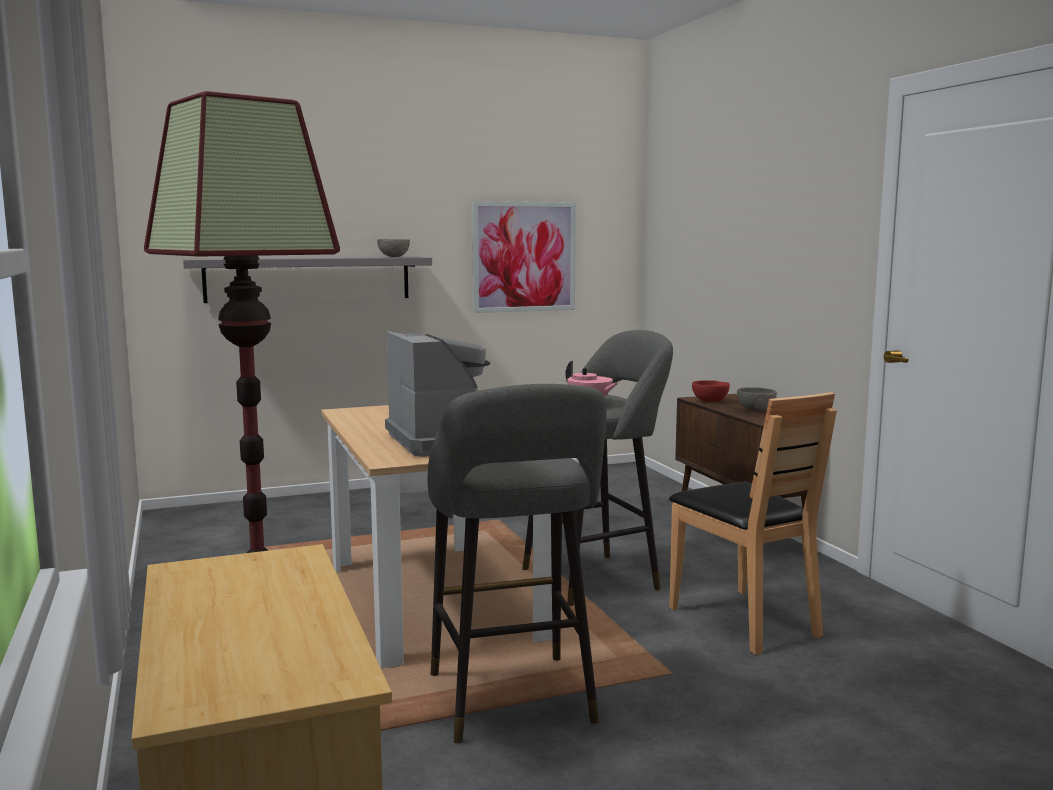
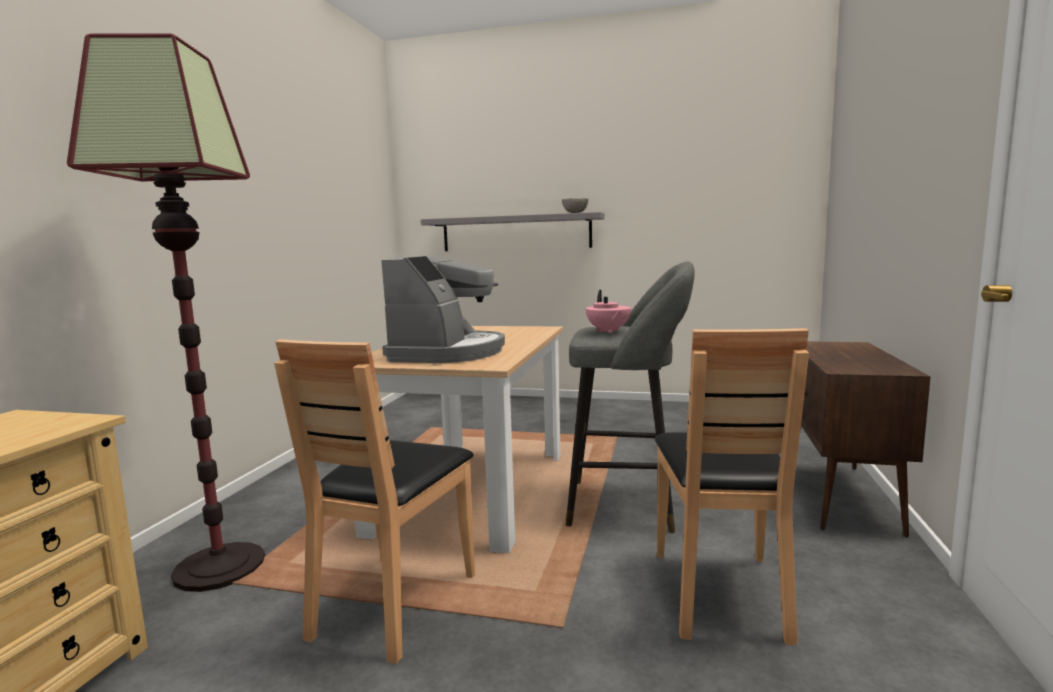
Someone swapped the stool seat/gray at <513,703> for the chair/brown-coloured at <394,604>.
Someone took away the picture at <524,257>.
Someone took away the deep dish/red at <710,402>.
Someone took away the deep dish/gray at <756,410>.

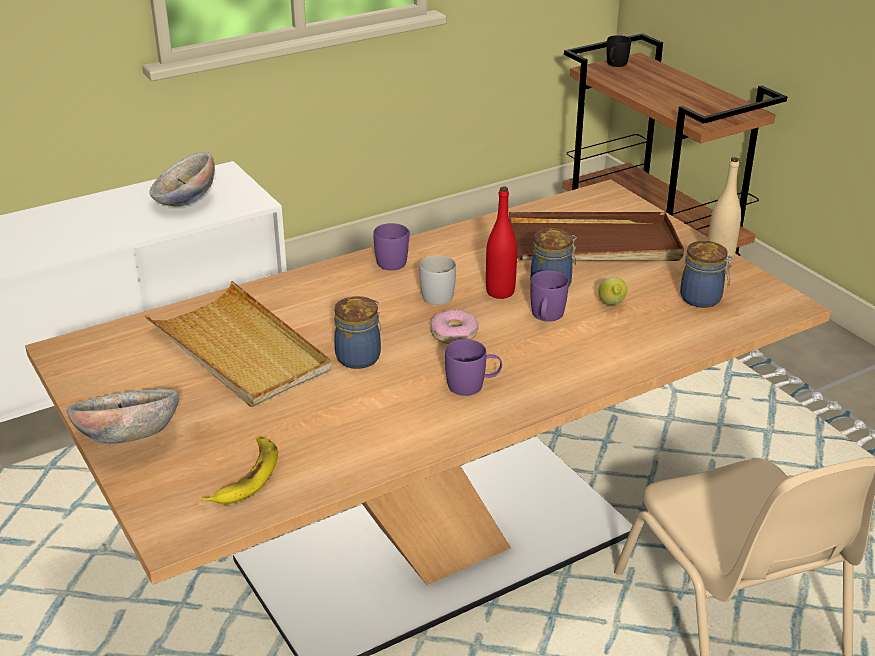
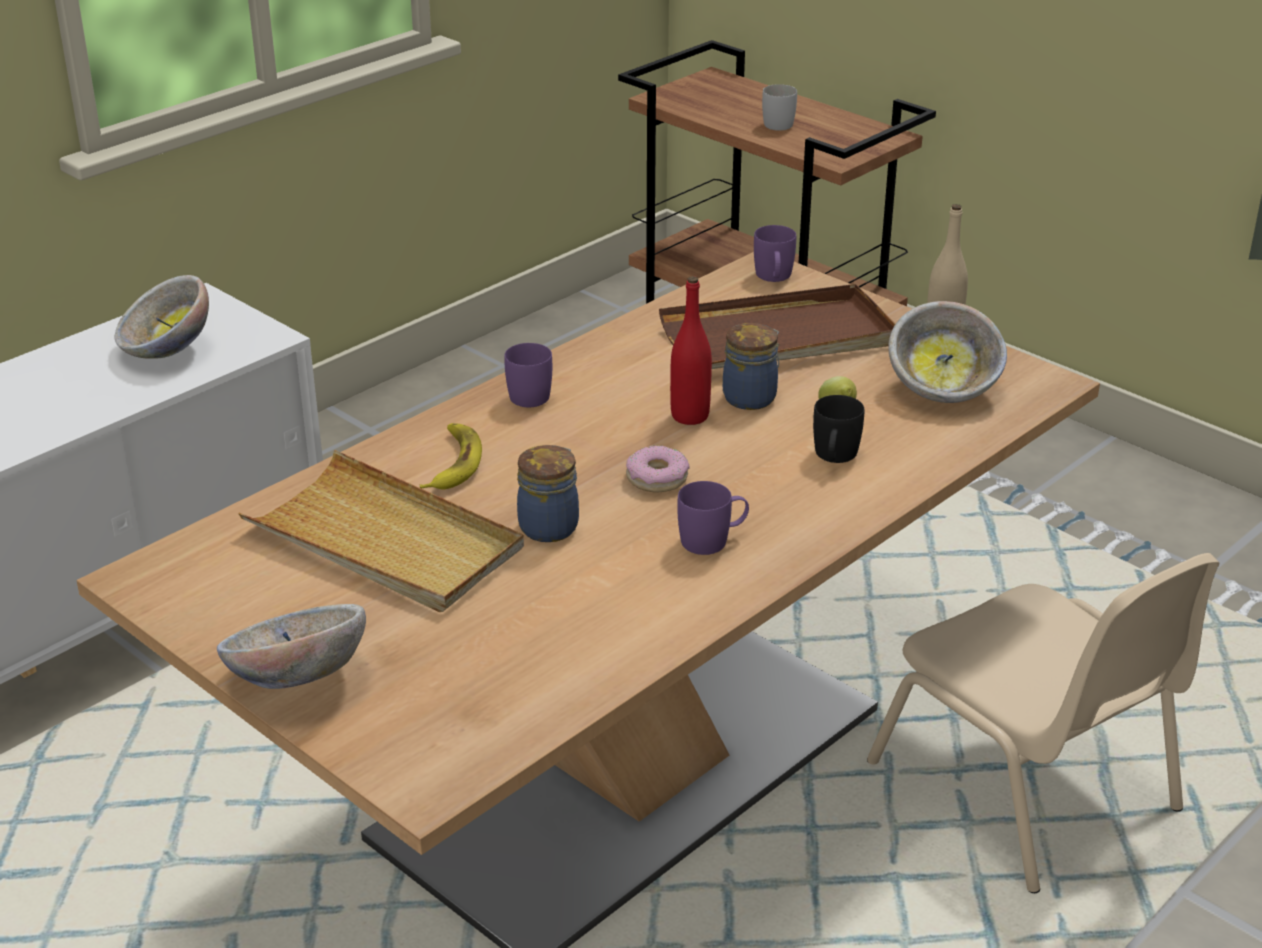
Someone carried the banana from <246,476> to <453,463>.
Someone carried the mug/purple from <546,317> to <774,278>.
Someone carried the mug/whitish from <439,294> to <777,122>.
Someone carried the mug/black-coloured from <615,65> to <834,457>.
Someone swapped the preserve jar at <702,299> for the deep dish at <944,390>.

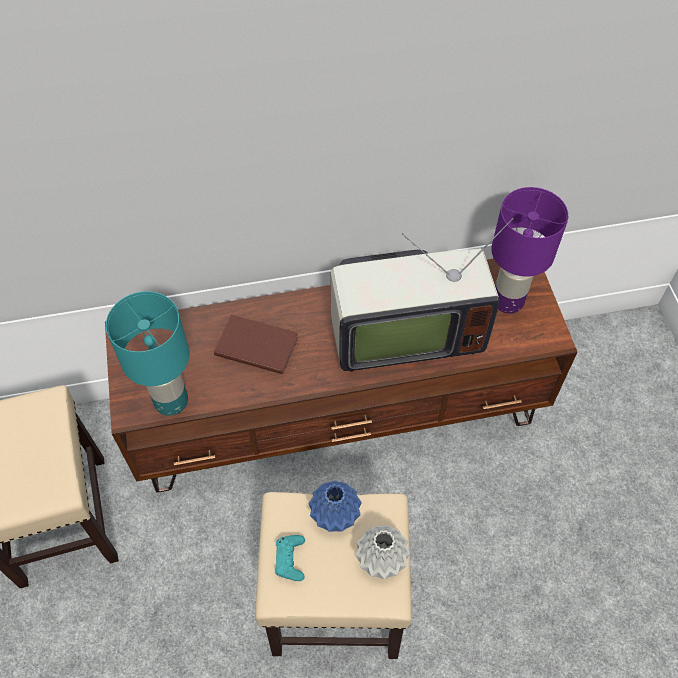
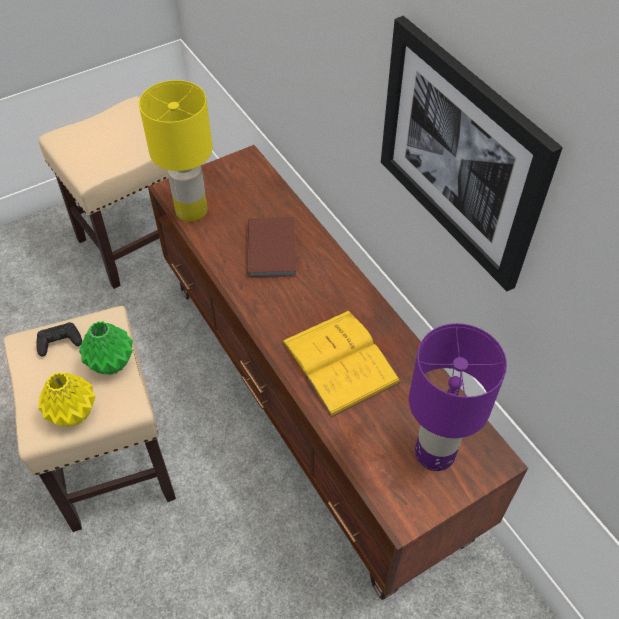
Someone repainted the joypad/turquoise at <290,559>, which became the joypad/black-coloured at <59,342>.
Someone repainted the vase/gray at <381,561>, which became the vase/yellowish at <72,413>.
Someone repainted the vase/blue at <334,515>, which became the vase/green at <112,363>.
Someone repainted the lamp for a table/turquoise at <172,401>, which became the lamp for a table/yellowish at <191,211>.
Someone swapped the TV set at <403,334> for the bound book/yellowish at <339,361>.
Someone put up the picture at <461,153>.

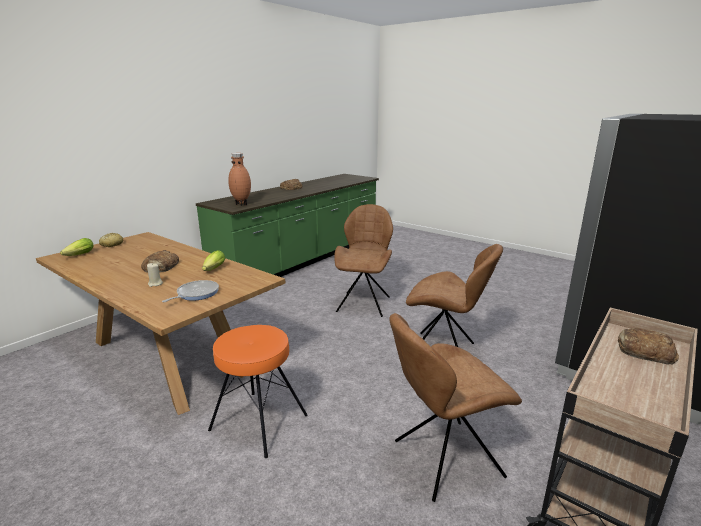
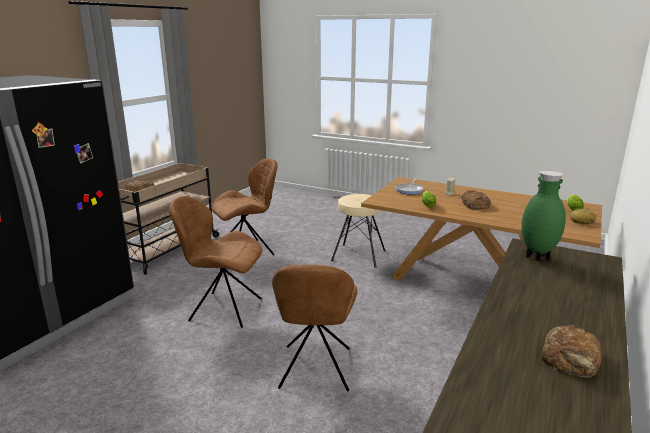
Someone repainted the stool seat/orange-coloured at <258,423>, which became the stool seat/beige at <358,255>.
Someone repainted the vase/brown-coloured at <242,204>, which became the vase/green at <537,258>.

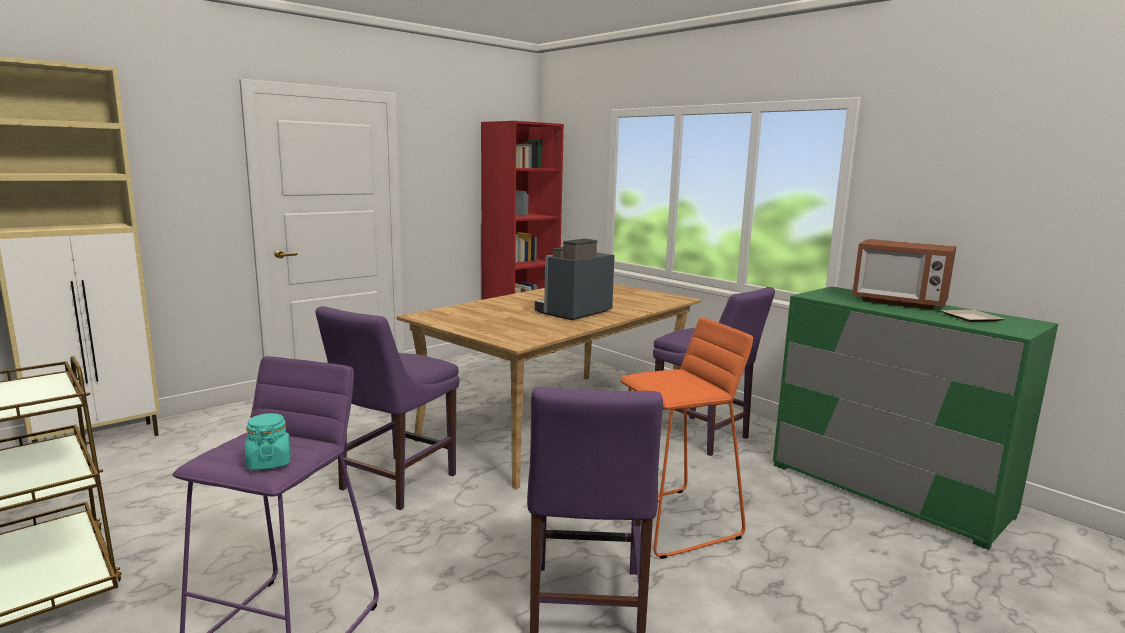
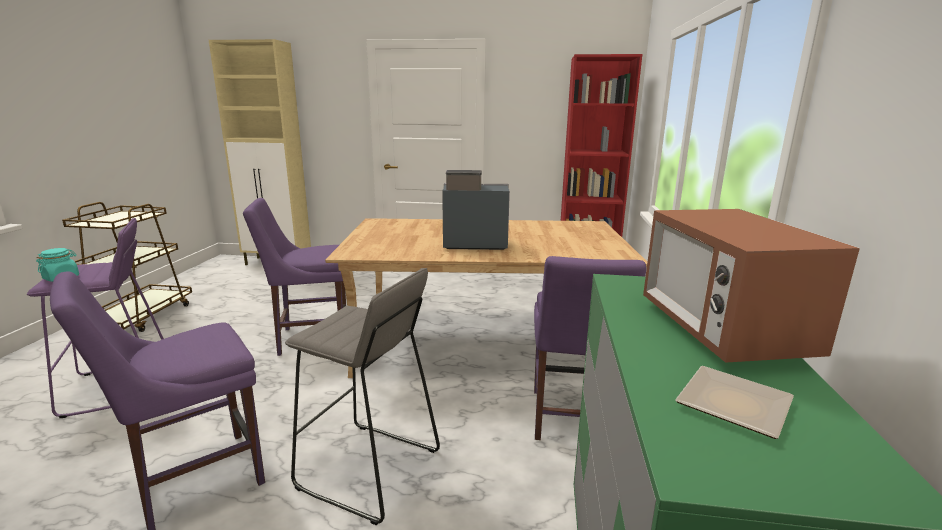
Someone repainted the stool seat/orange-coloured at <673,522>, which became the stool seat/gray at <368,470>.

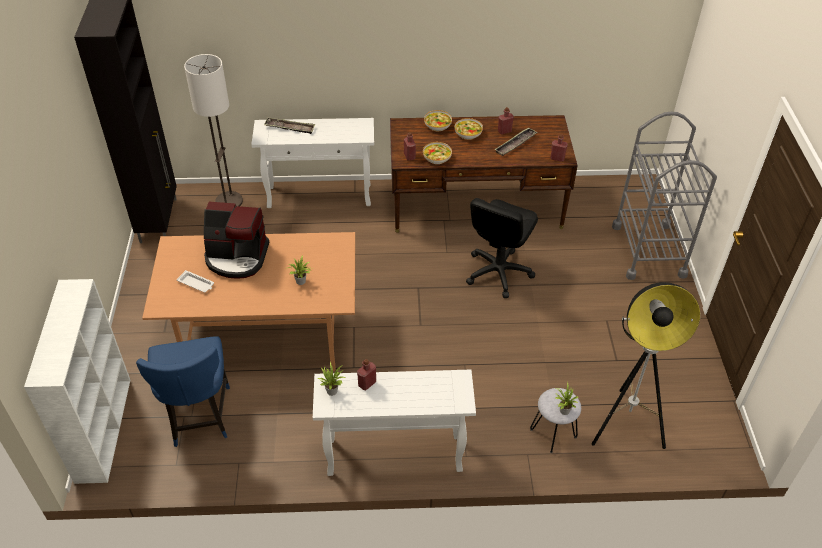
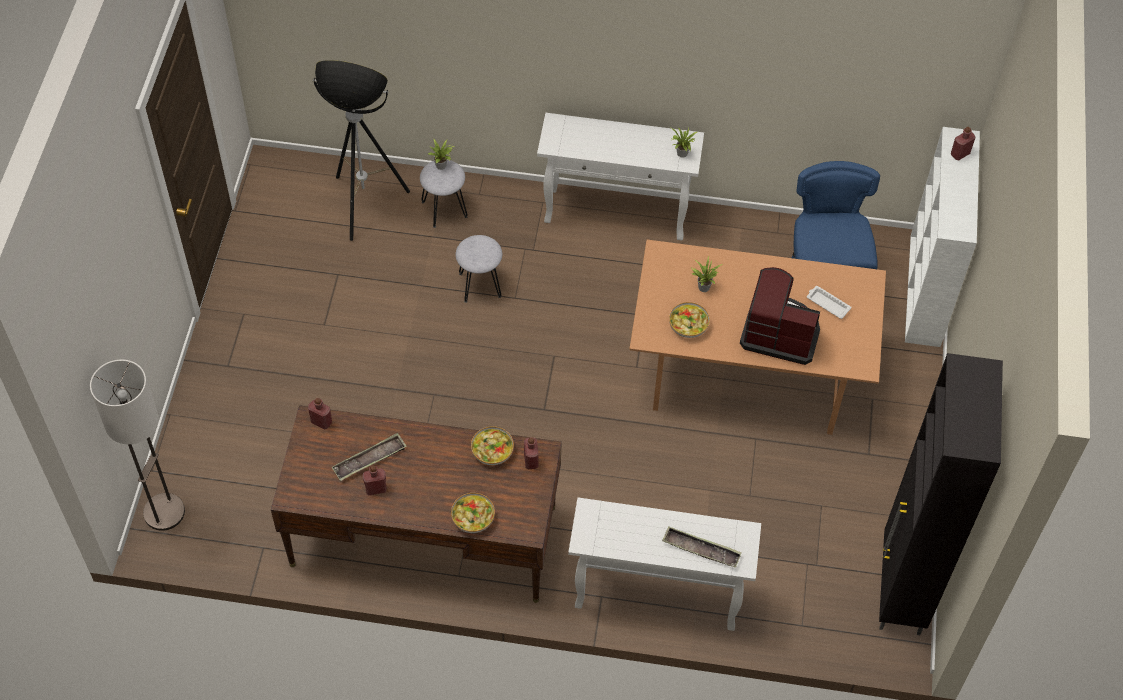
Someone carried the standing lamp from <229,201> to <164,512>.
Someone put down the stool seat/gray at <480,285>.
Someone carried the deep dish from <468,134> to <688,325>.
Someone carried the bottle/red from <367,383> to <960,154>.
Someone took away the office chair/black-coloured at <498,272>.
Someone took away the cart/gray at <648,250>.

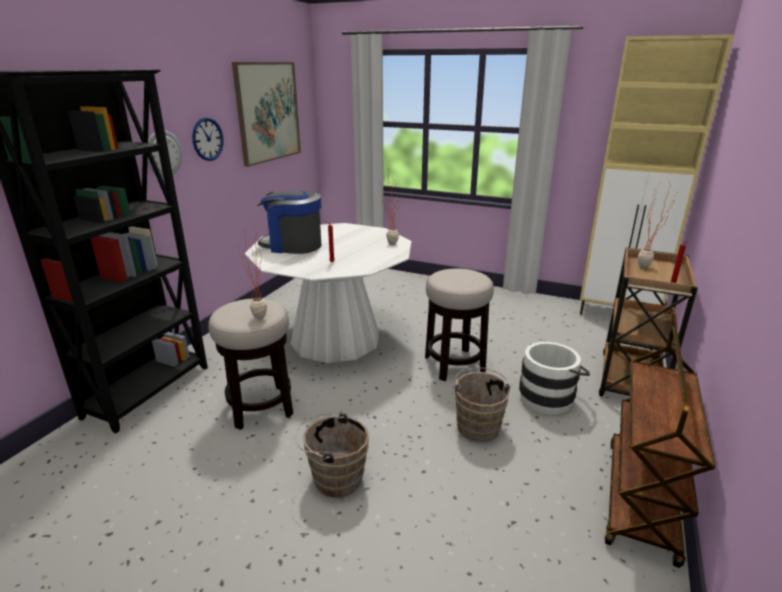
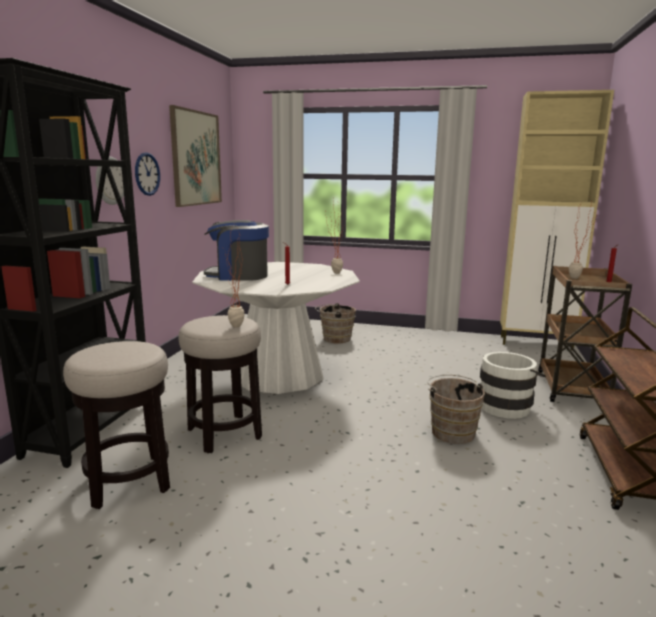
Someone carried the stool seat from <454,365> to <128,481>.
Someone carried the pail/brown-coloured from <334,478> to <334,339>.

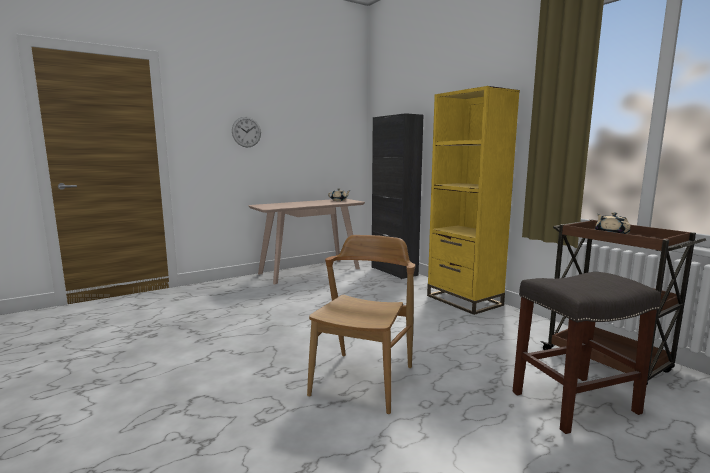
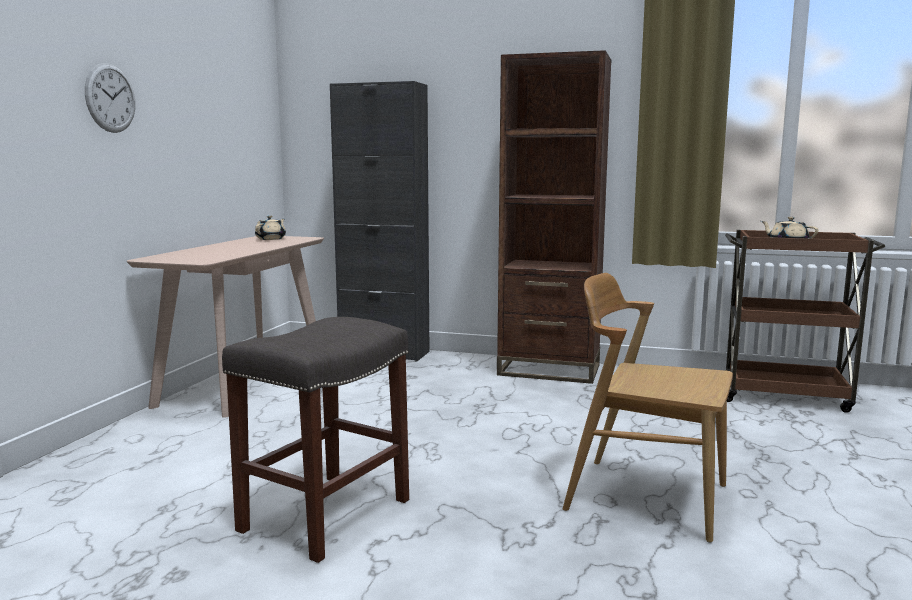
Someone carried the stool seat/gray from <575,402> to <326,514>.
Someone repainted the bookcase/yellowish at <464,300>, which became the bookcase/brown-coloured at <549,370>.
Someone rotated the chair/brown-coloured at <363,380> by 45 degrees counterclockwise.

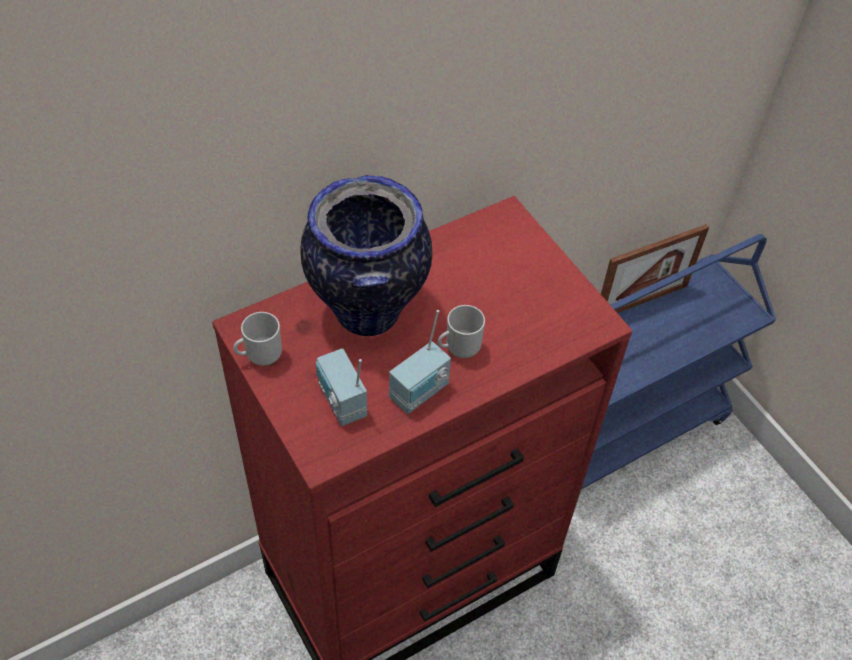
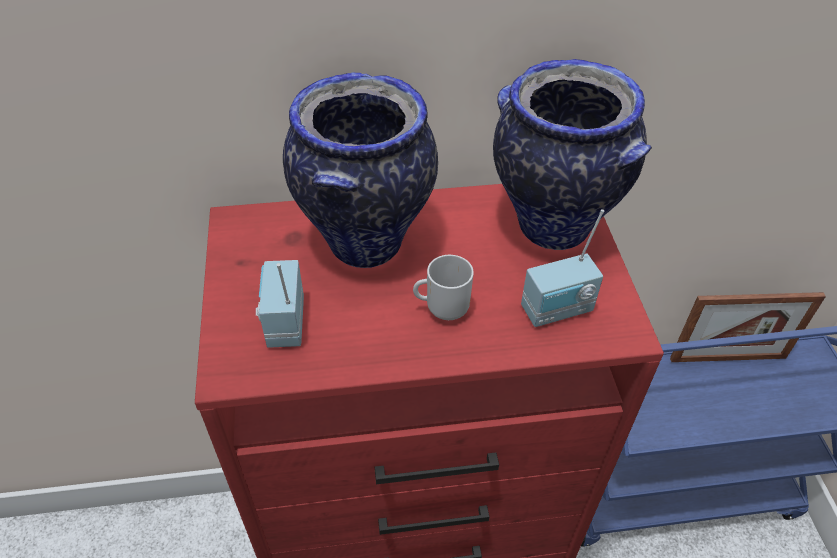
Someone put down the vase at <550,226>.
Someone carried the radio set from <420,393> to <558,311>.
Someone took away the mug at <261,356>.

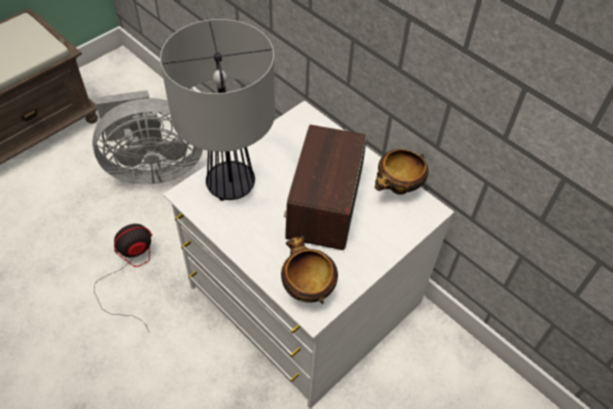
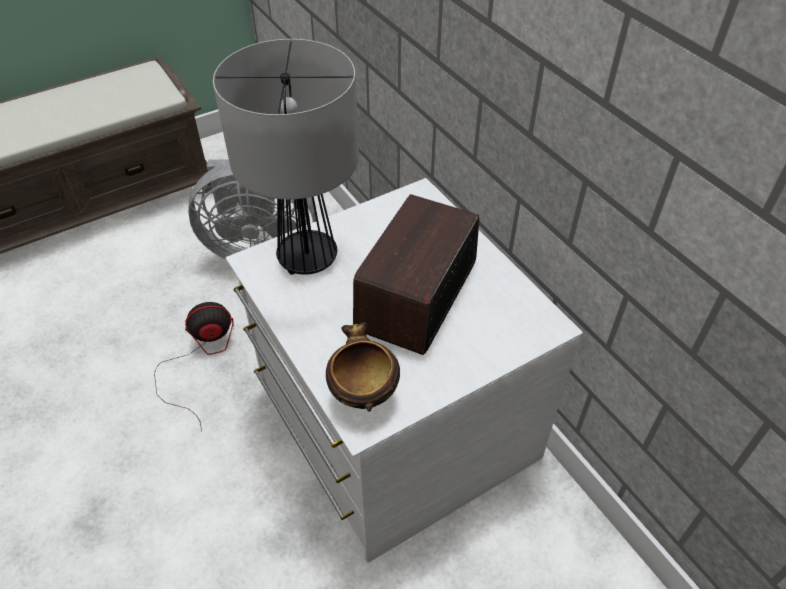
Someone took away the deep dish at <398,188>.

